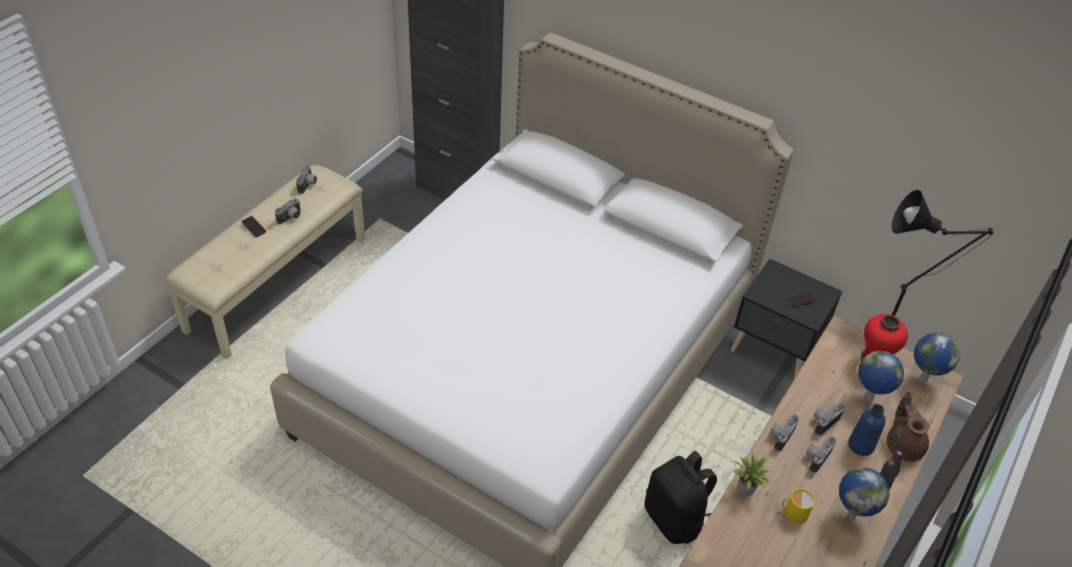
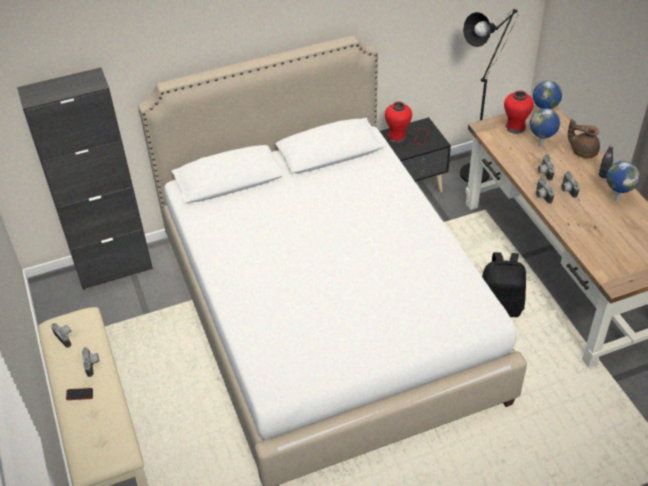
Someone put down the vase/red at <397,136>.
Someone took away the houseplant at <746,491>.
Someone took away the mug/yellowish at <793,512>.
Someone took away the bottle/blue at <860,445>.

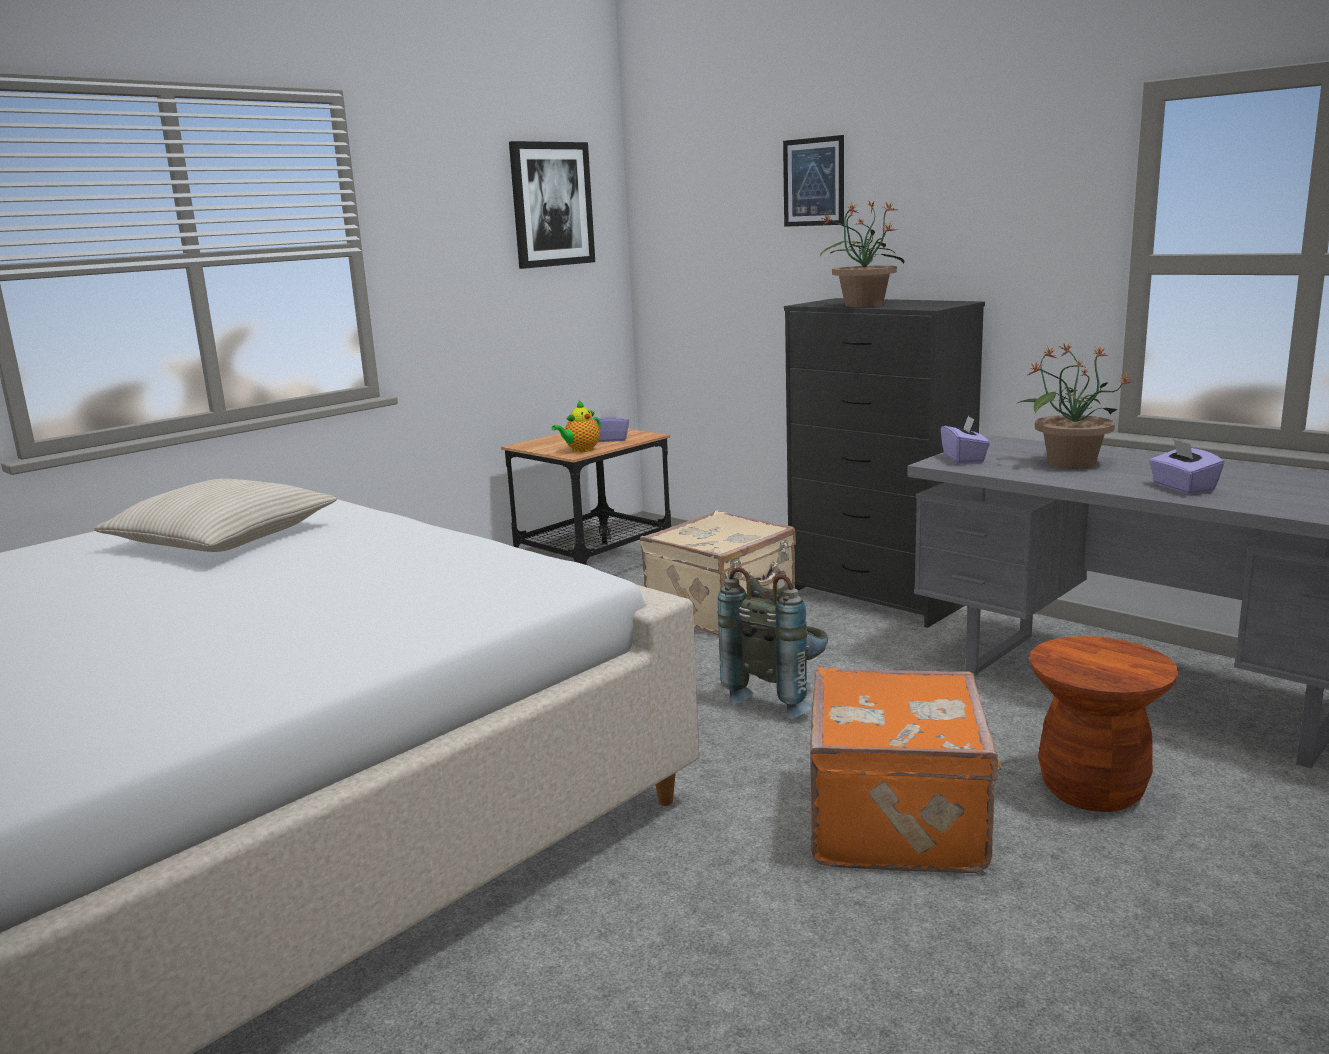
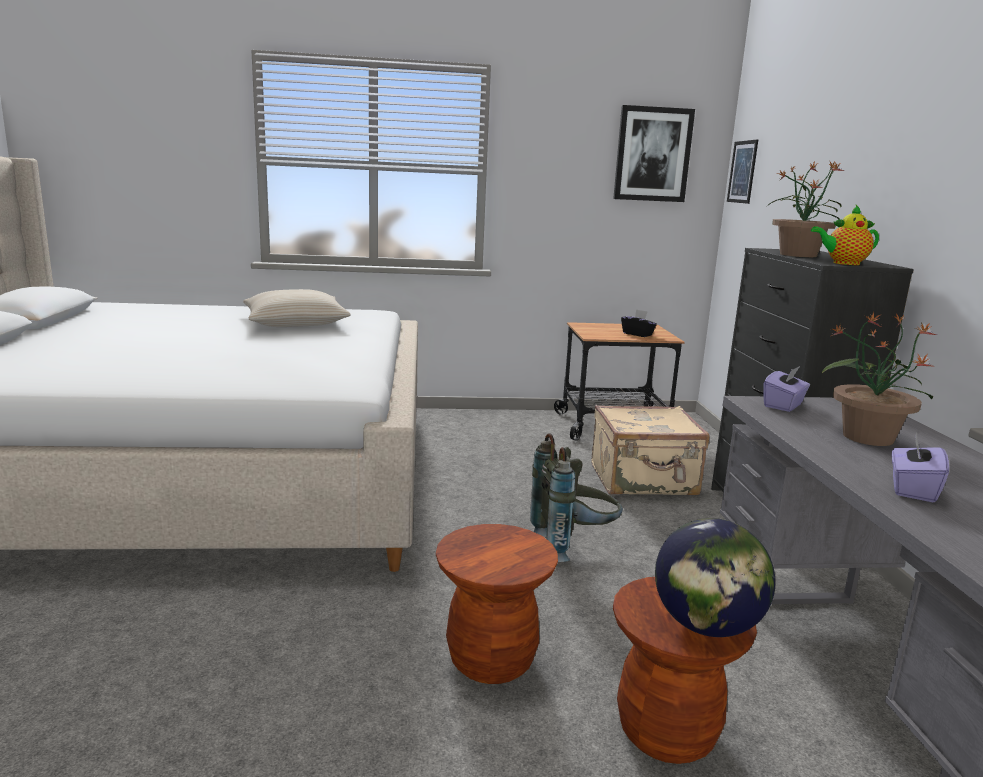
Someone swapped the suitcase/orange-coloured at <900,820> for the stool seat/brown-coloured at <491,660>.
Someone repainted the tissue holder/purple at <609,439>, which became the tissue holder/black-coloured at <637,334>.
Someone put down the desk globe at <706,626>.
Someone carried the picture from <813,182> to <742,172>.
Someone carried the teapot from <580,450> to <843,263>.

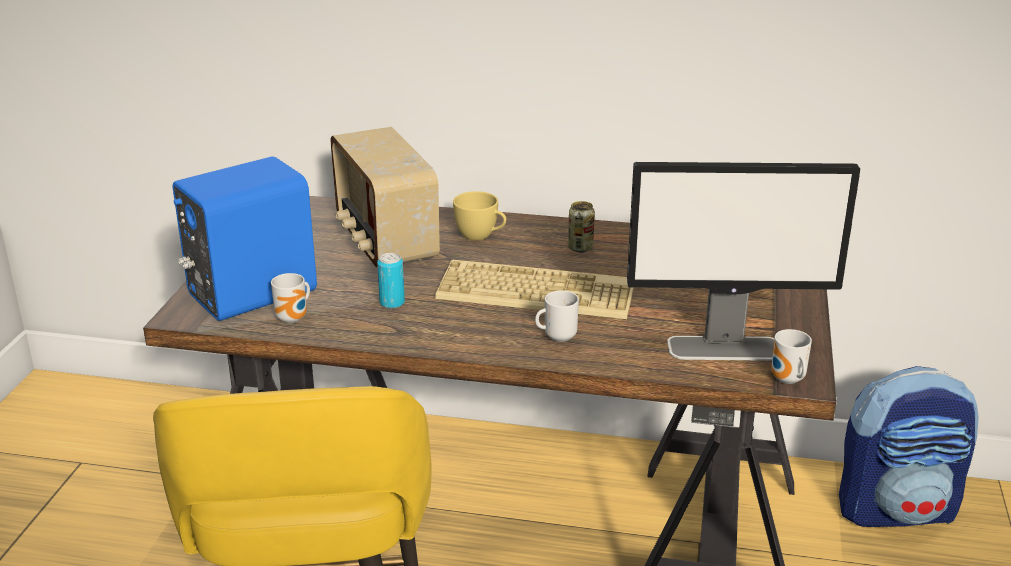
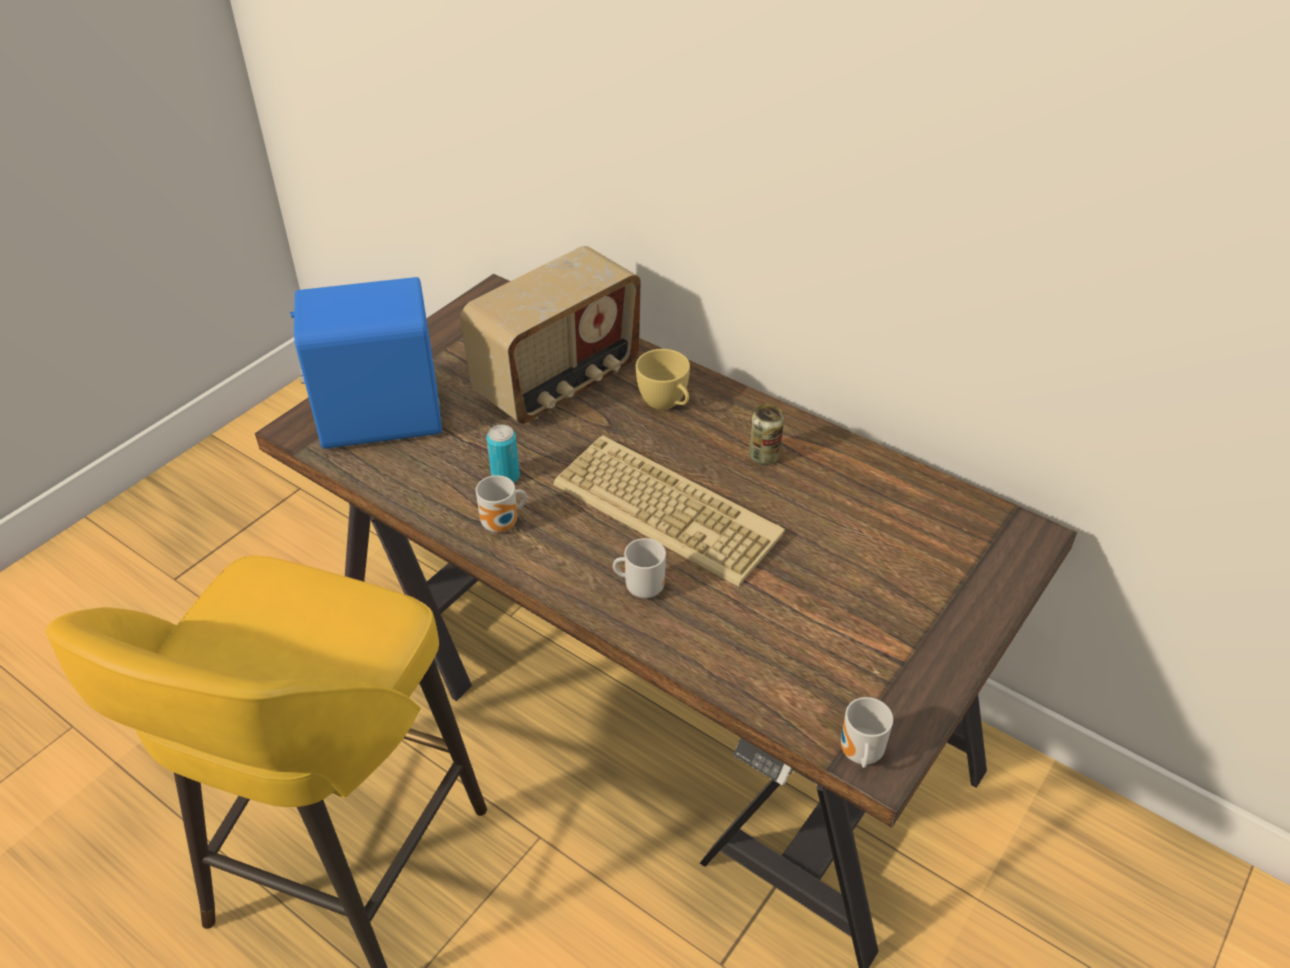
Someone rotated the radio set at <384,242> by 135 degrees counterclockwise.
Someone carried the mug from <294,318> to <503,525>.
Someone took away the monitor at <725,348>.
Someone took away the knapsack at <897,509>.

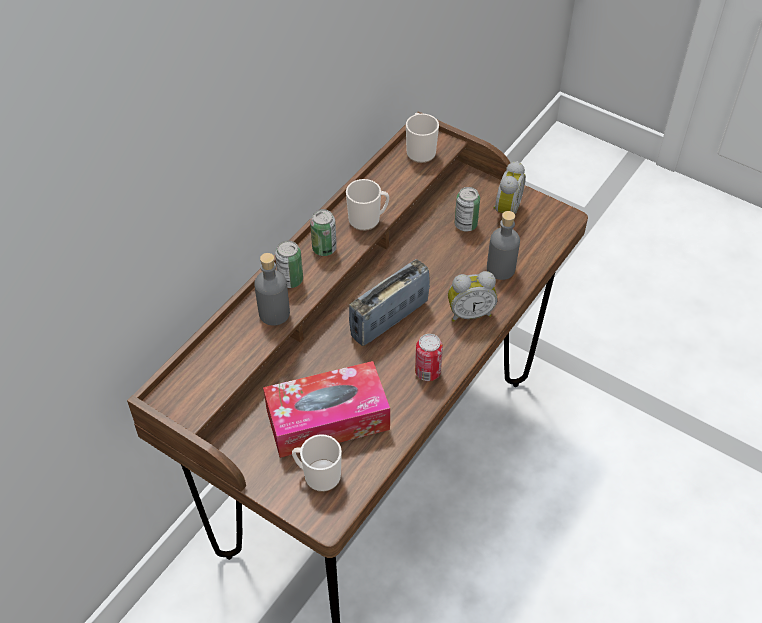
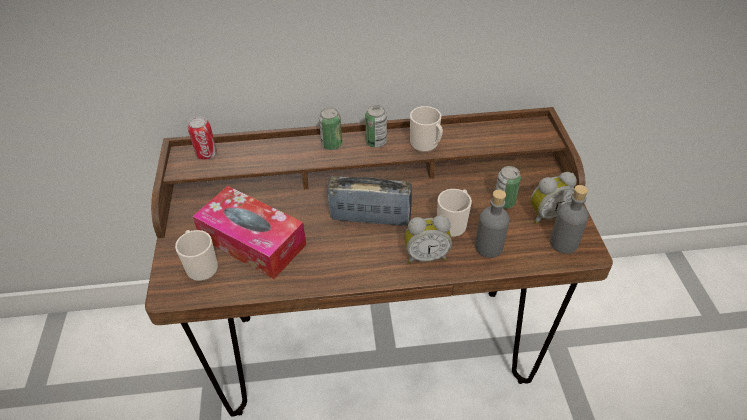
Someone carried the sealed can from <427,372> to <206,154>.
Someone rotated the alarm clock at <469,313> by 45 degrees counterclockwise.
Someone carried the mug from <420,150> to <453,224>.
Someone carried the bottle/gray from <274,313> to <563,243>.

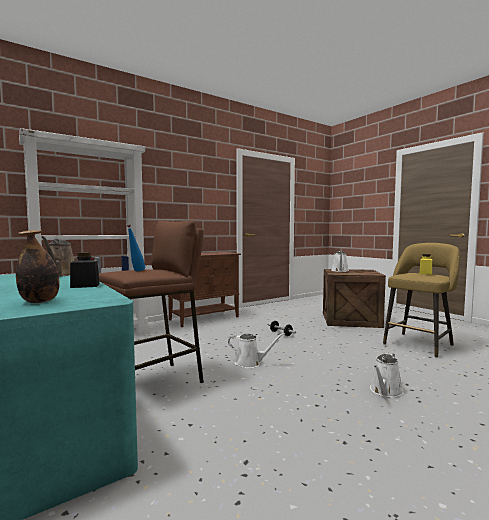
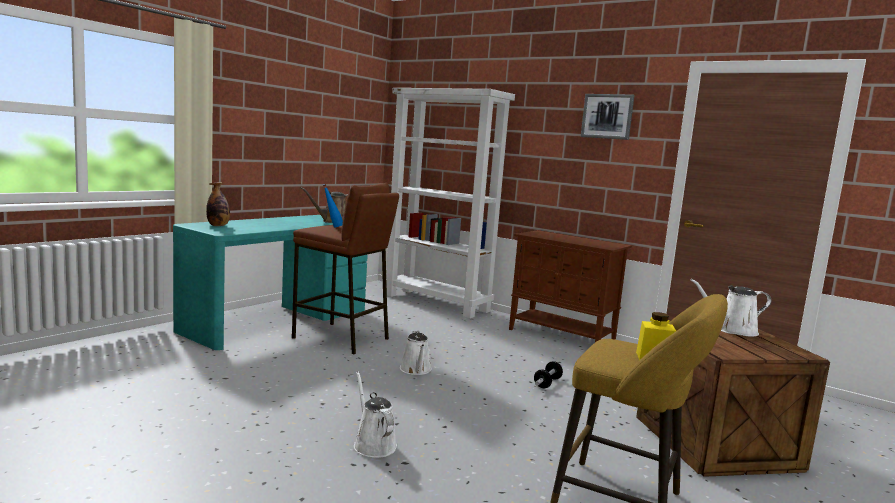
Someone rotated the watering can/whitish at <385,391> by 45 degrees clockwise.
Someone put up the picture at <607,116>.
Someone took away the preserve jar/black-coloured at <85,285>.

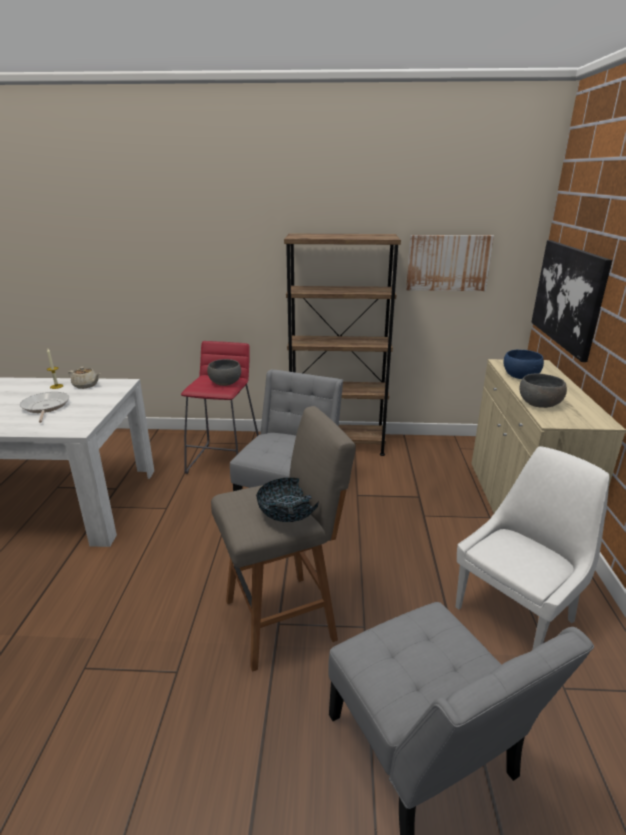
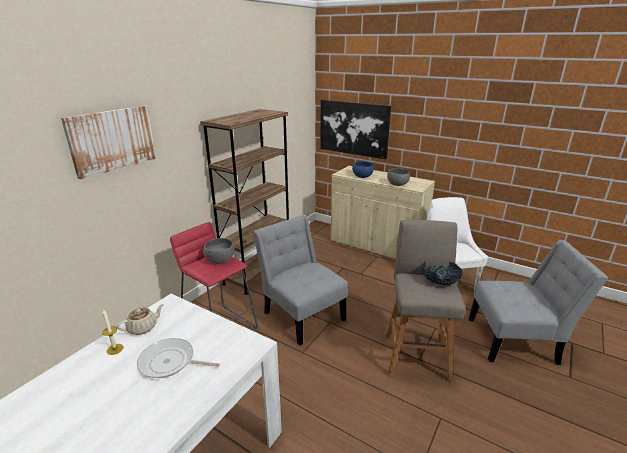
Someone carried the picture from <448,263> to <112,140>.

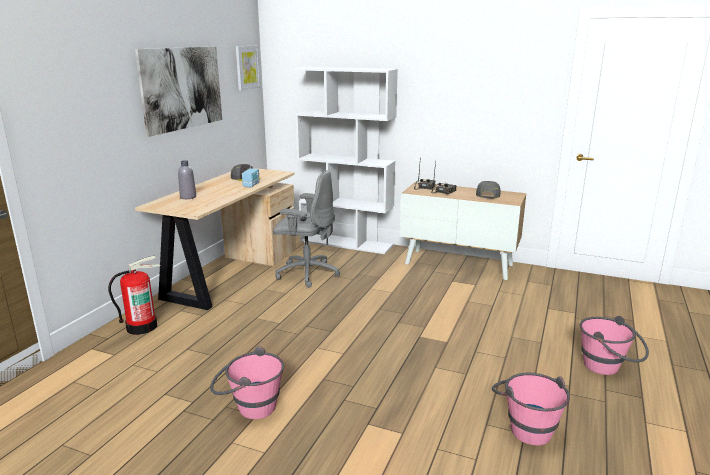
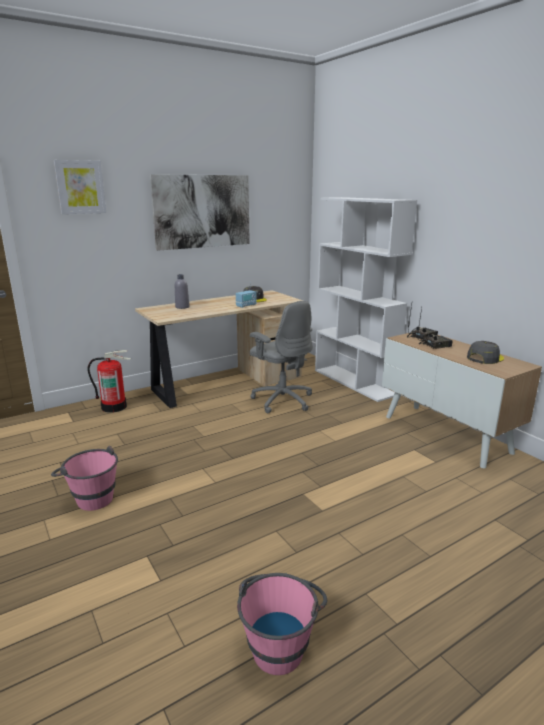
Someone carried the picture from <247,67> to <80,187>.
Someone took away the pail/pinkish at <608,368>.

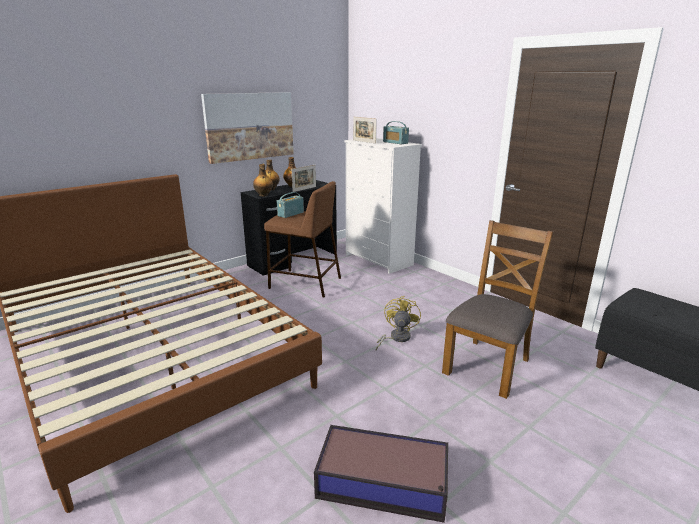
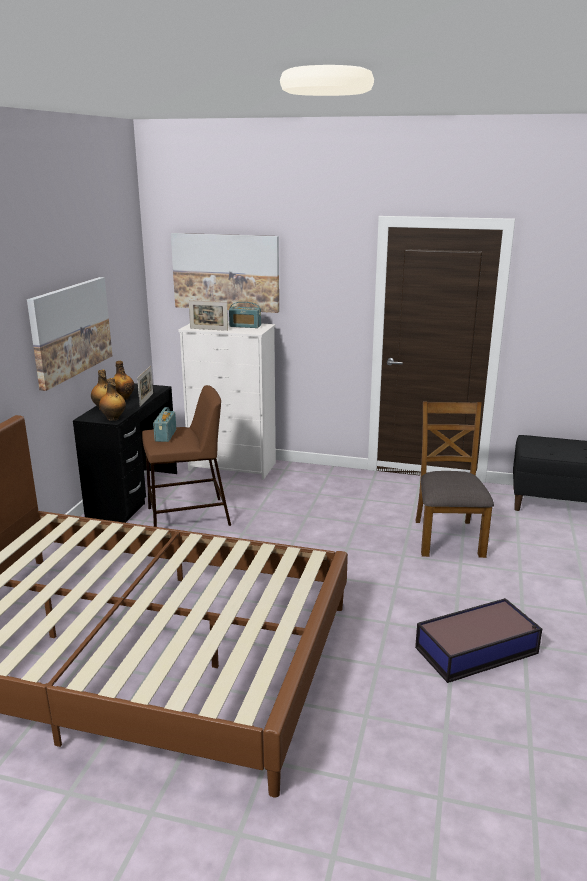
Someone put up the picture at <226,272>.
Someone took away the electric fan/yellowish at <396,338>.

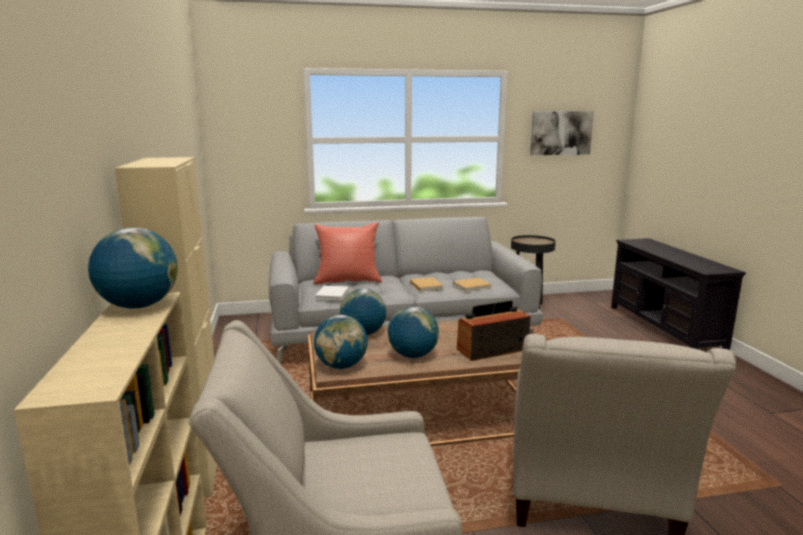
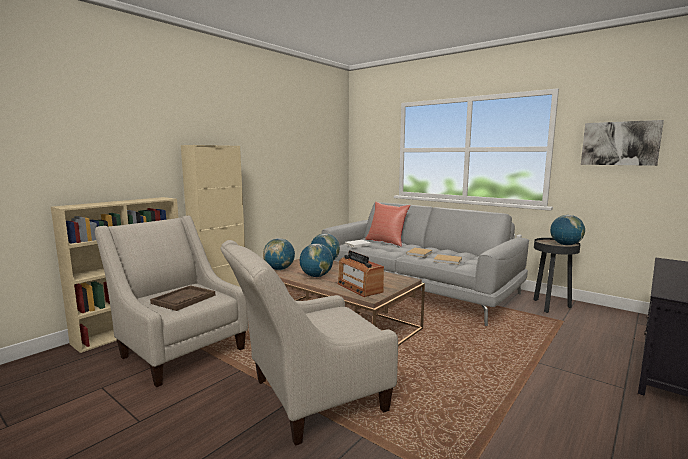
Someone put down the carrying tray/brown-coloured at <183,299>.
Someone rotated the radio set at <492,349> by 150 degrees counterclockwise.
Someone carried the desk globe from <139,306> to <565,245>.

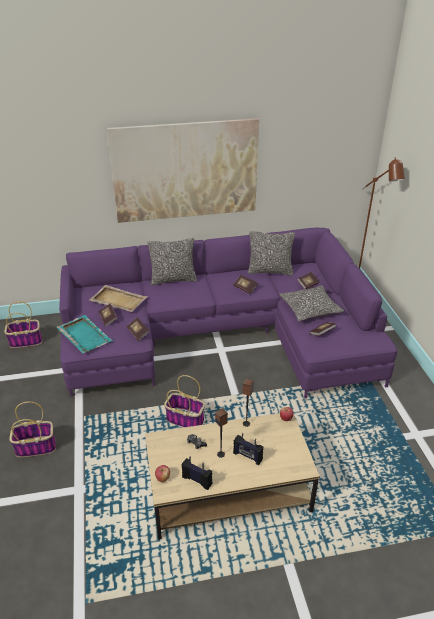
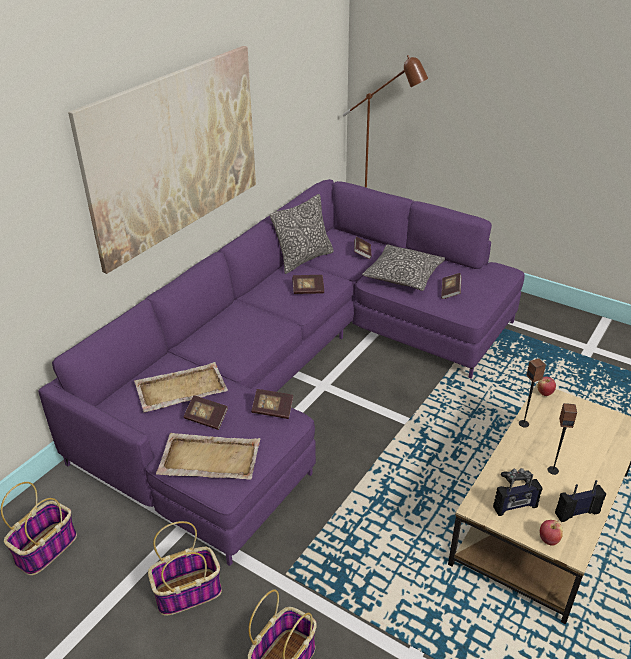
Someone carried the basket from <186,419> to <189,592>.
Someone repainted the carrying tray/turquoise at <84,335>, which became the carrying tray/beige at <209,459>.
Someone carried the radio set from <247,456> to <515,507>.
Someone took away the pillow at <173,279>.

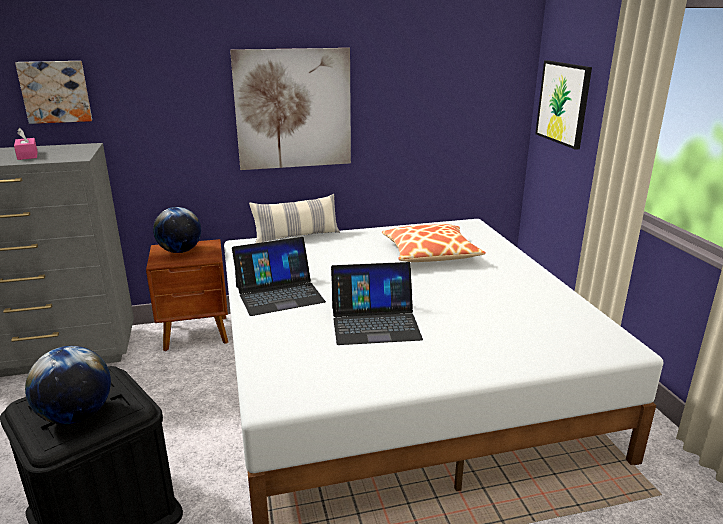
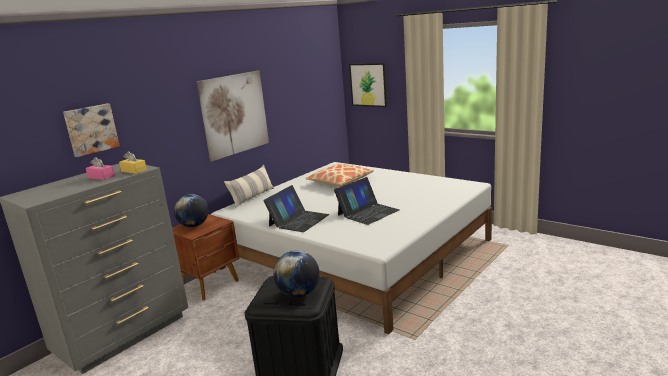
Someone put down the tissue holder/yellowish at <134,171>.

